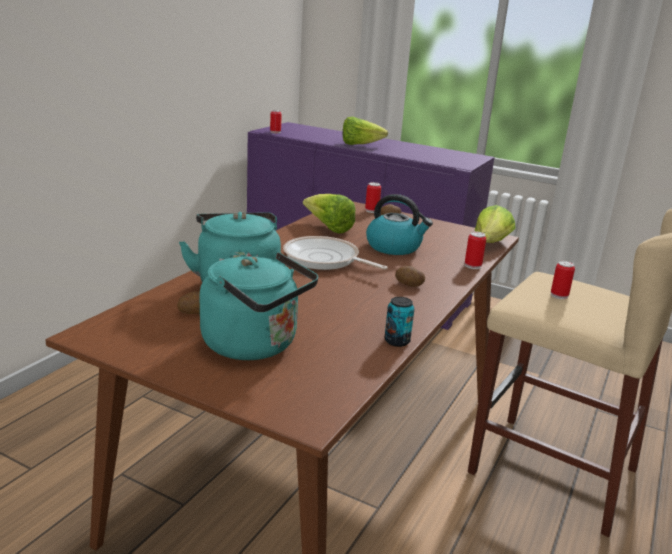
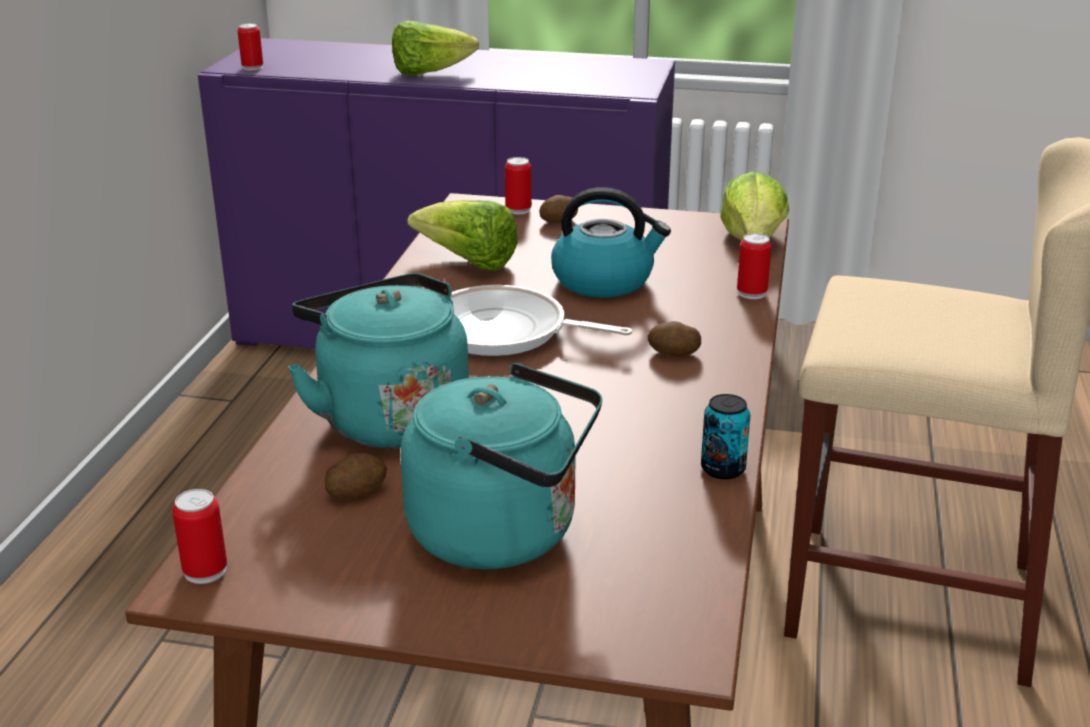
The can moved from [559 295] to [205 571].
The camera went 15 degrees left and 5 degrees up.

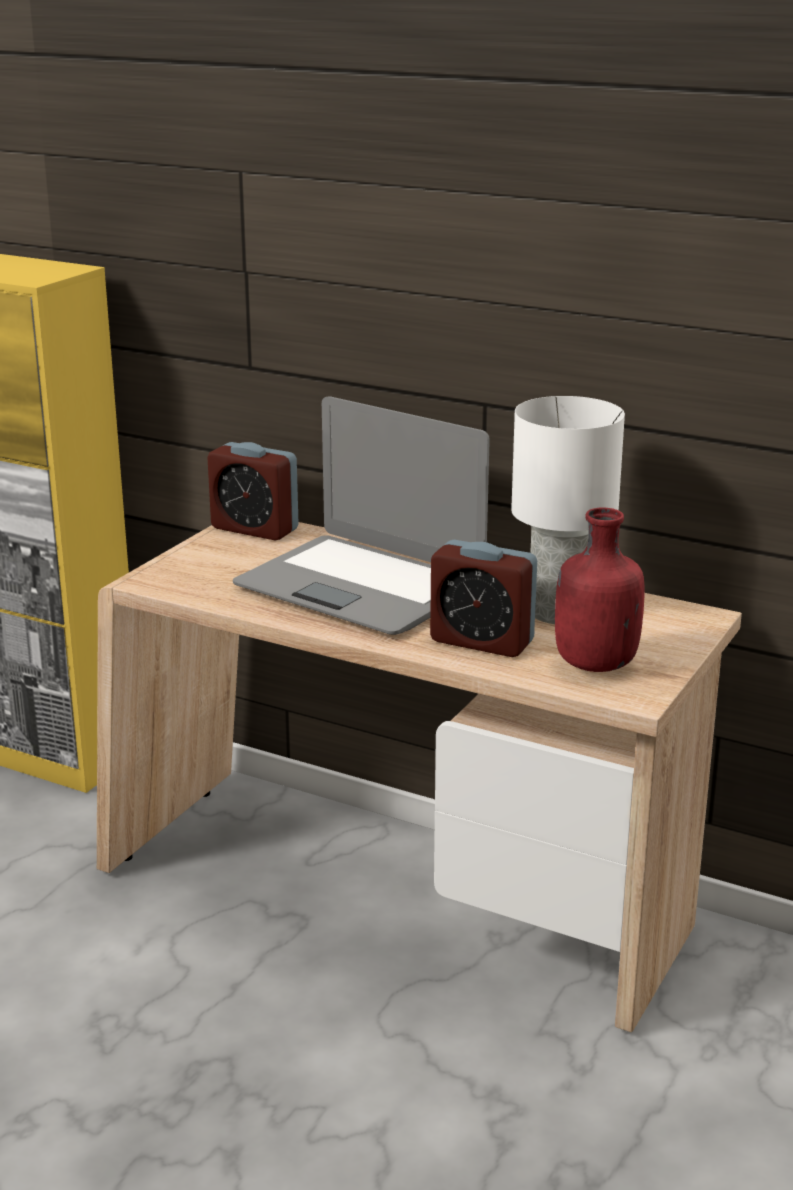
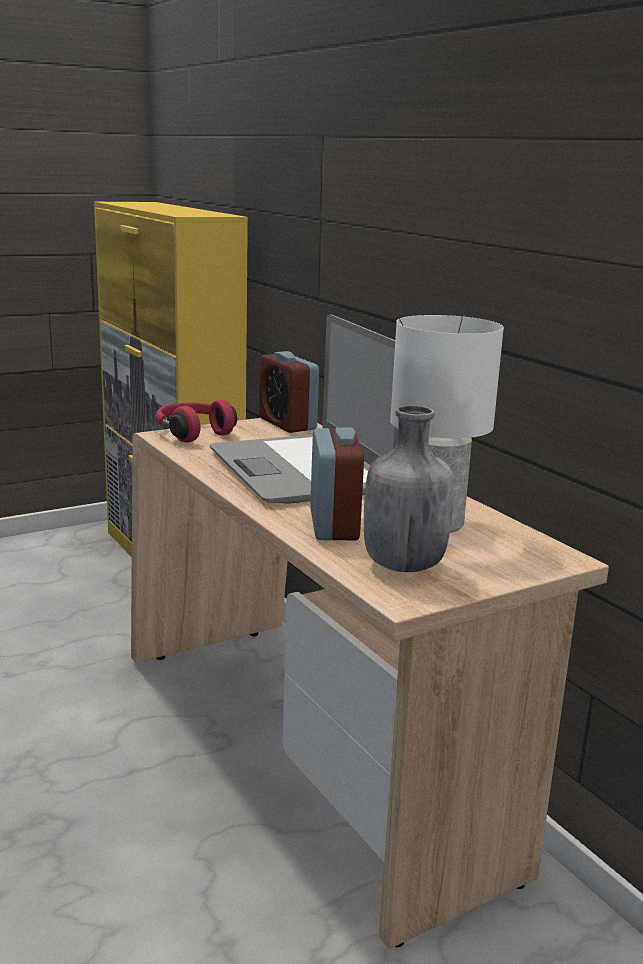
The red headphones at [192 433] appeared.
The alarm clock at [482 641] turned 150 degrees counterclockwise.
The red bottle at [593 664] became the grey bottle at [402 565].
The camera went 30 degrees right and 5 degrees down.

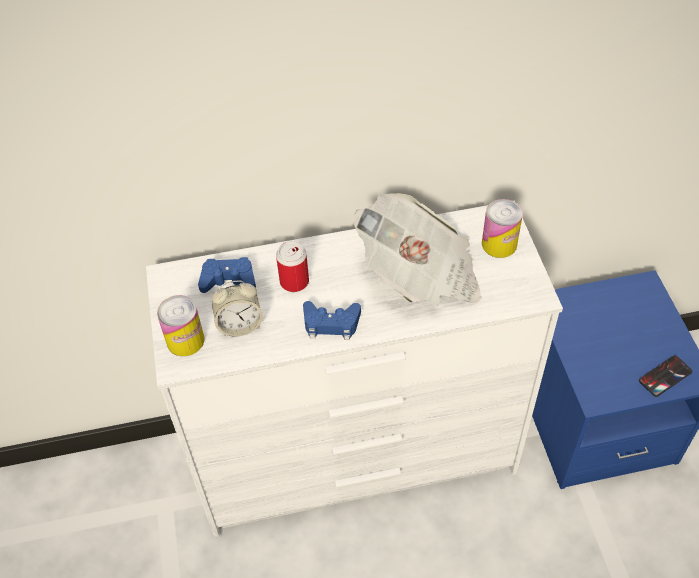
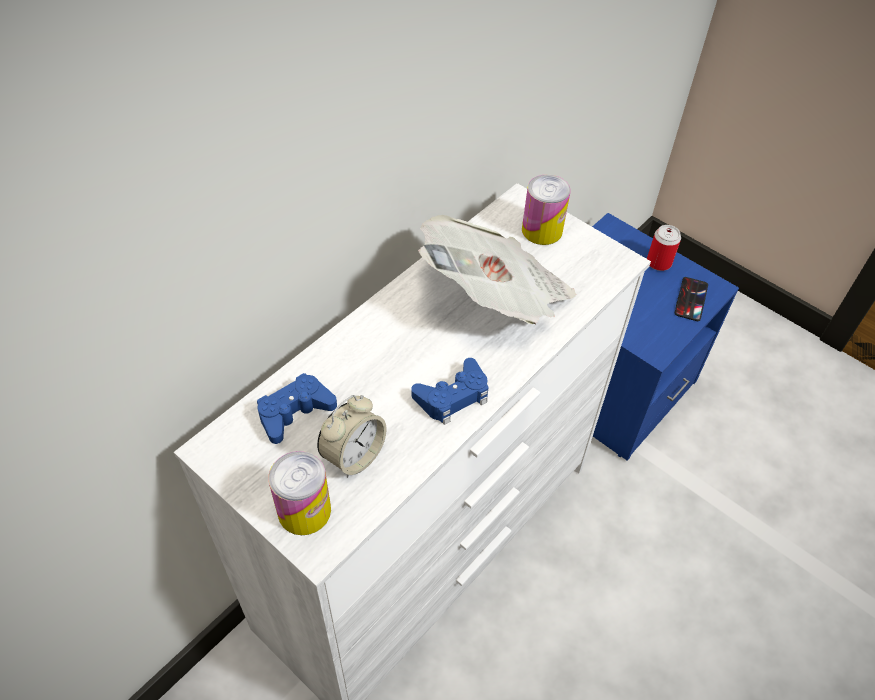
The can moved from [294 281] to [659 262].
The camera went 40 degrees left and 0 degrees up.

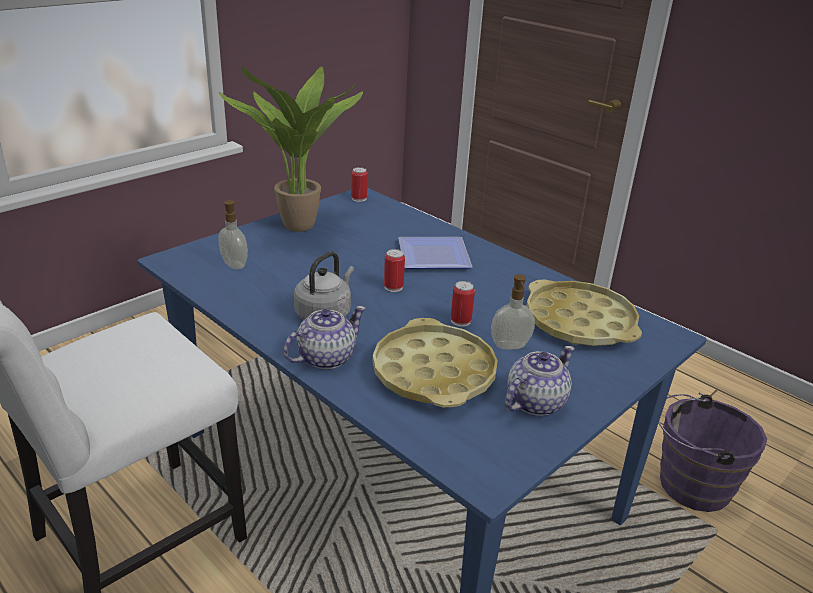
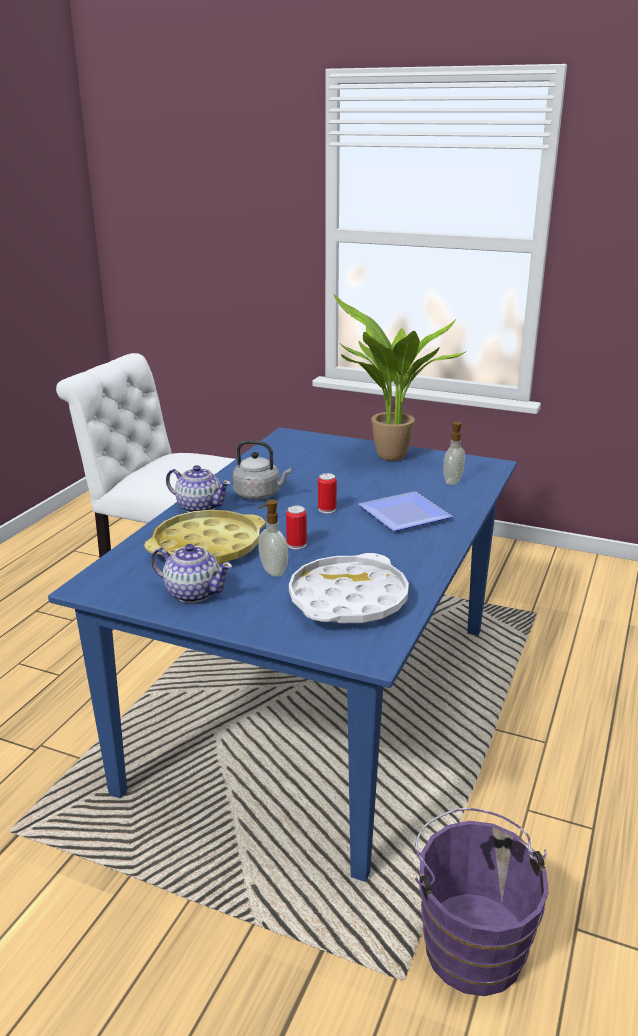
The yellow tray at [579 322] became the white tray at [348 599].
The soap dispenser moved from [235 265] to [453 481].
The can at [359 198] disappeared.
The camera went 70 degrees right and 5 degrees down.

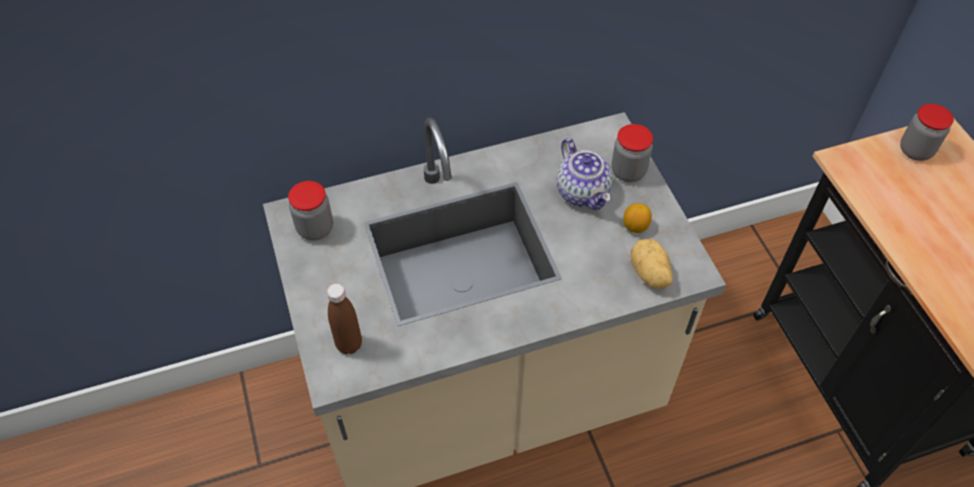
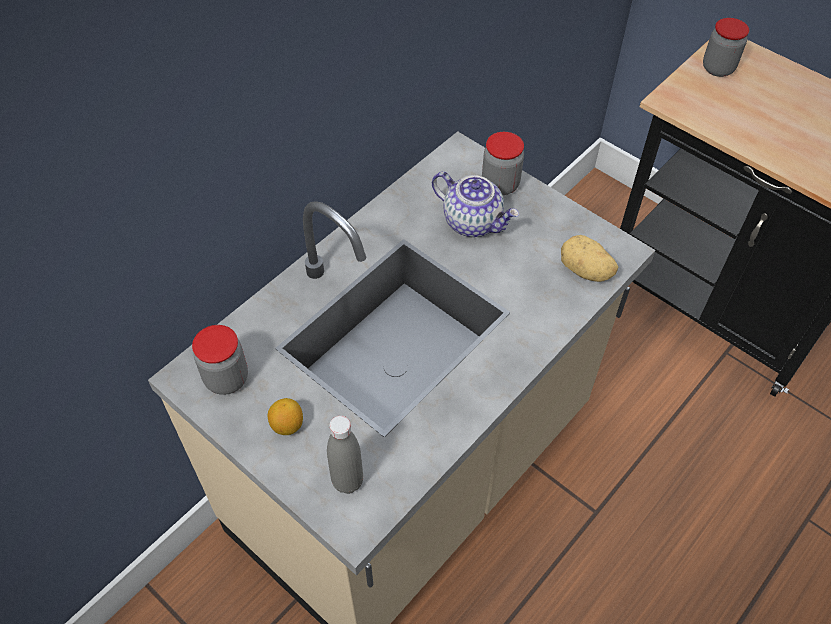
The lemon moved from [635 226] to [287 425].
The brown bottle at [349 344] became the grey bottle at [347 481].
The camera went 30 degrees left and 0 degrees up.

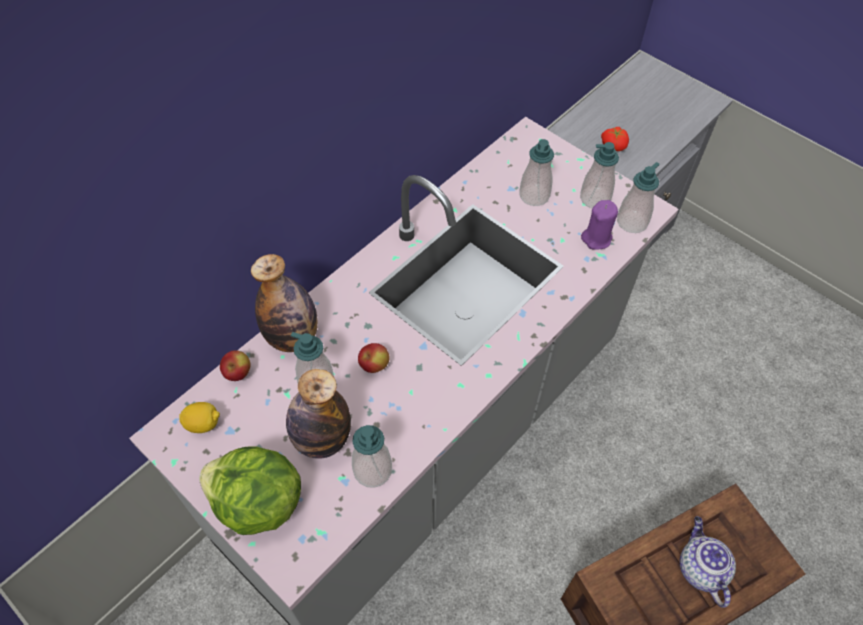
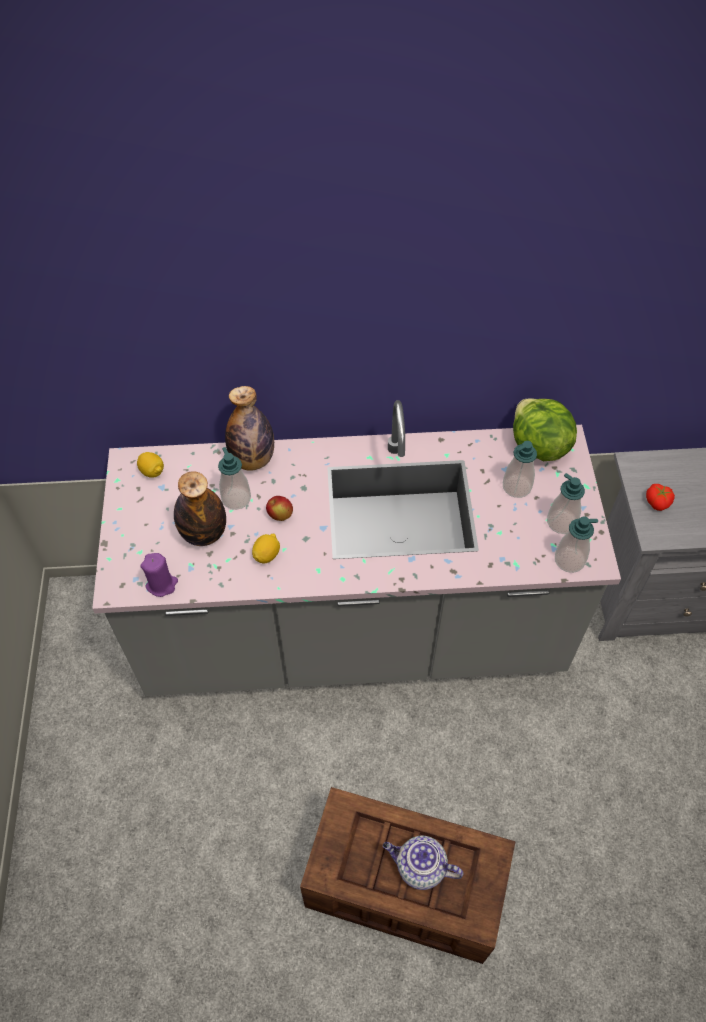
The purple candle moved from [596 238] to [162 584].
The lemon at [267 554] appeared.
The teapot at [700 568] turned 105 degrees counterclockwise.
The lettuce moved from [258 504] to [537 446].
The apple at [238 373] disappeared.
The soap dispenser at [372 470] disappeared.
The camera went 45 degrees right and 0 degrees up.

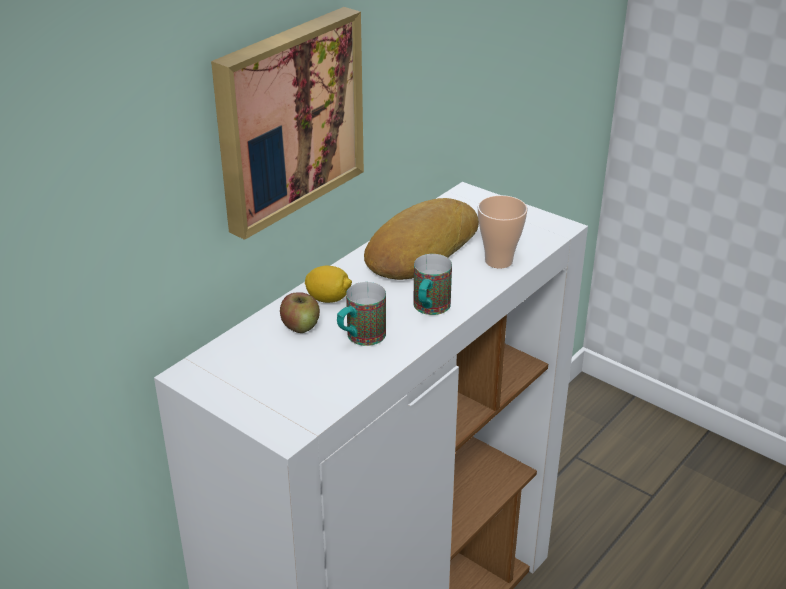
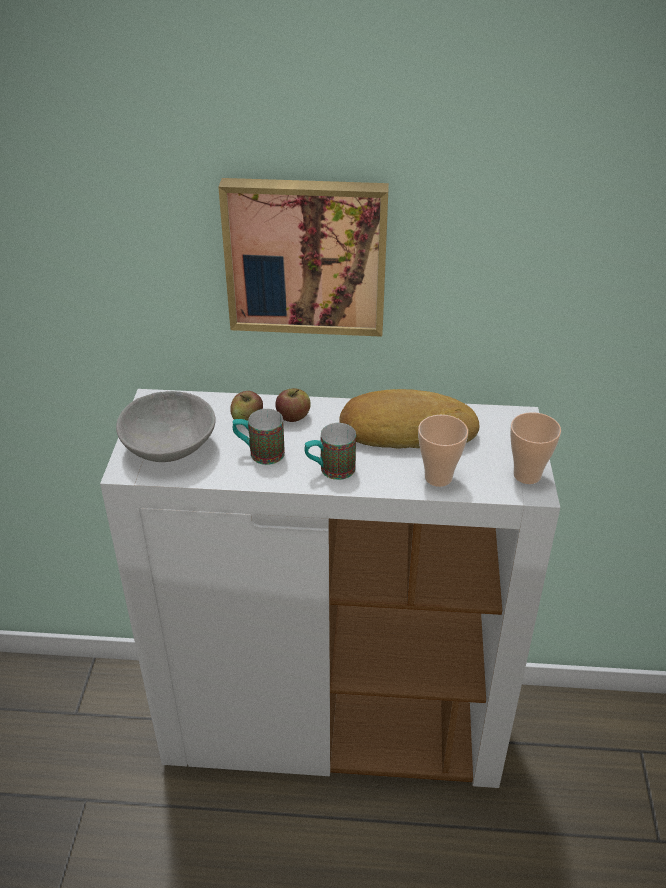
The grey bowl at [170 447] appeared.
The lemon at [328 298] was replaced by the apple at [293 416].
The cup at [527 475] appeared.
The camera went 55 degrees right and 5 degrees up.

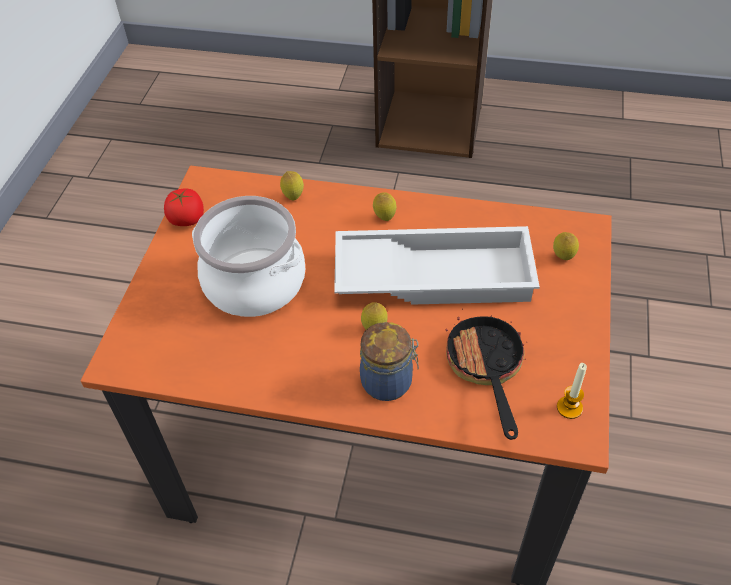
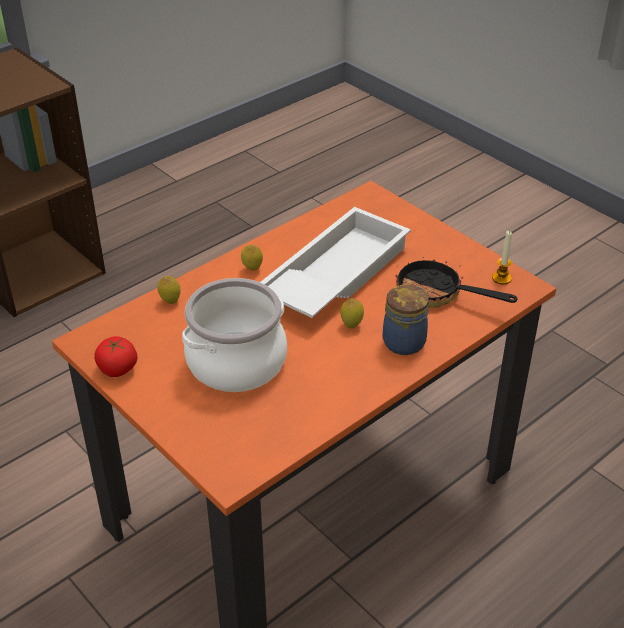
The lemon at [563 258] disappeared.
The camera went 55 degrees left and 10 degrees down.

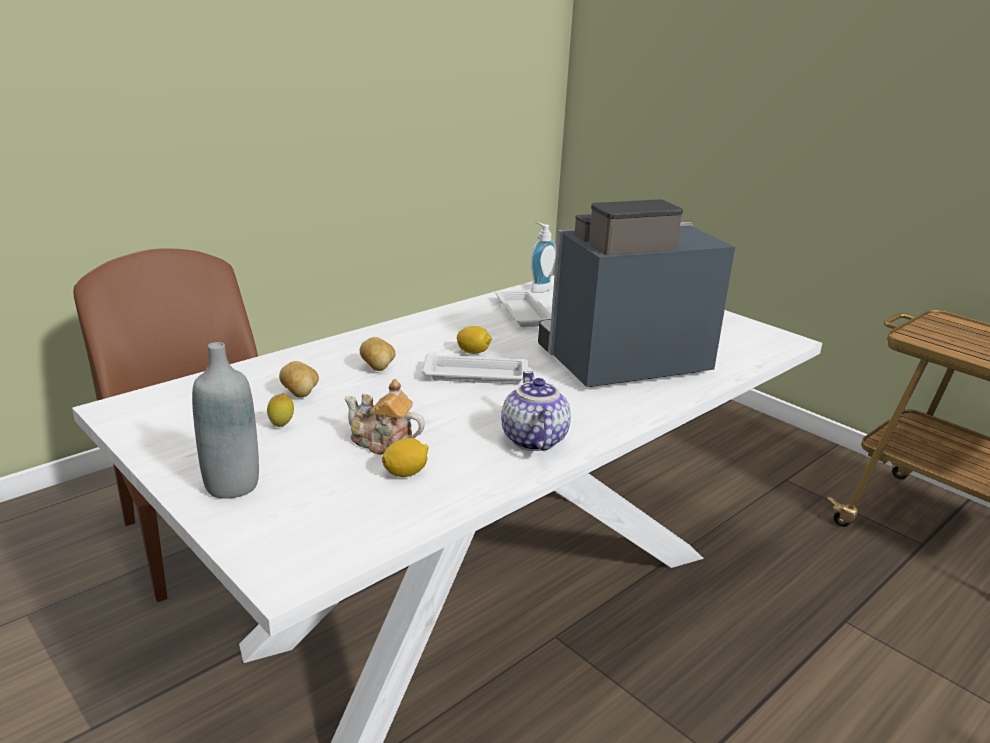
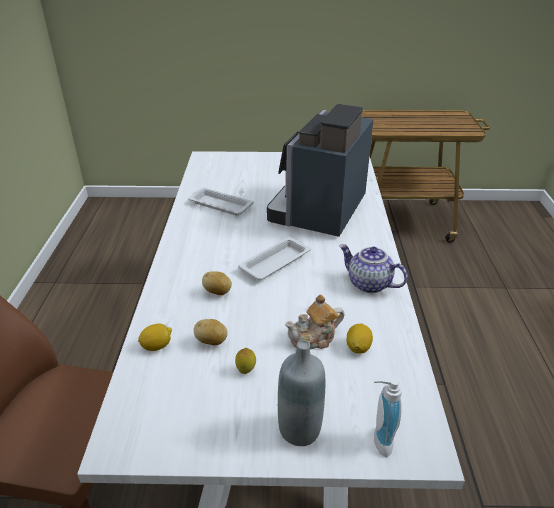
The lemon moved from [473 352] to [157 346].
The soap dispenser moved from [539 289] to [378 441].
The camera went 45 degrees left and 10 degrees up.

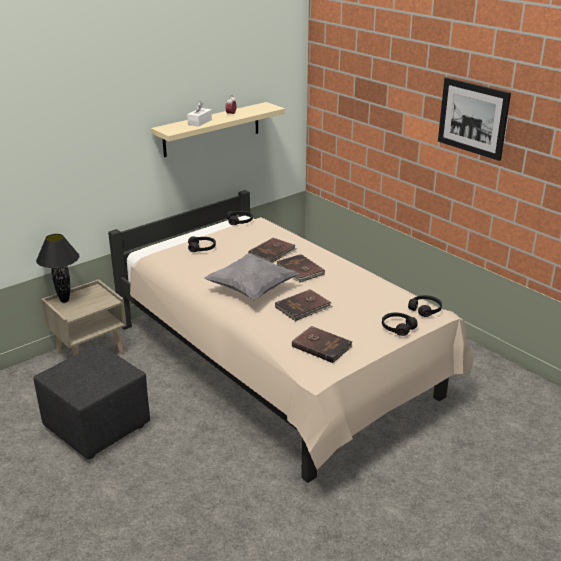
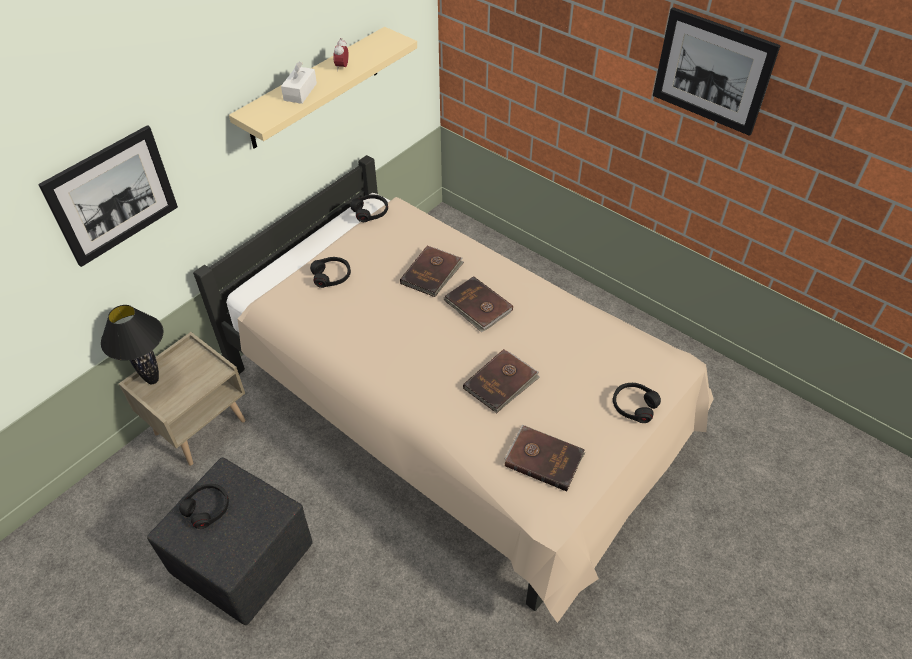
The picture at [112 196] appeared.
The black headphones moved from [425 309] to [207 508].
The grey pillow at [251 289] disappeared.
The camera went 10 degrees left and 20 degrees up.

